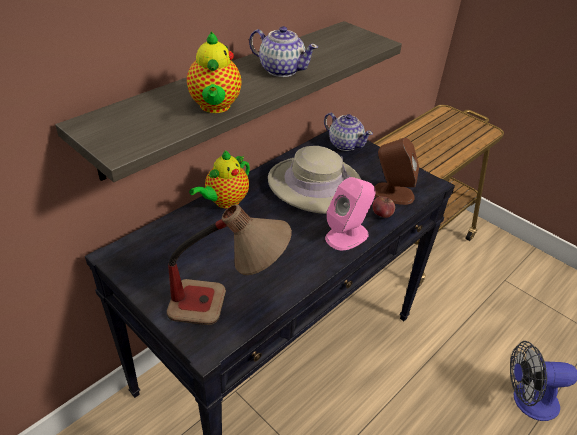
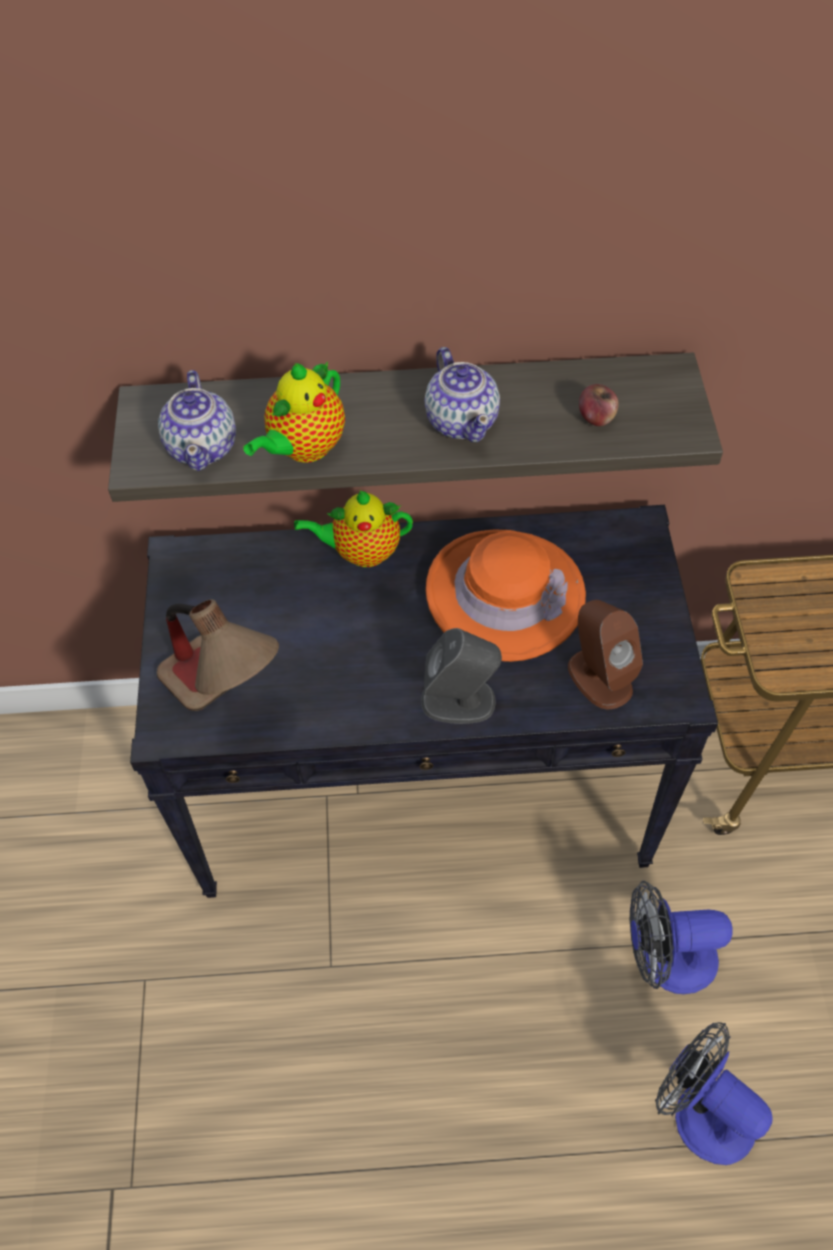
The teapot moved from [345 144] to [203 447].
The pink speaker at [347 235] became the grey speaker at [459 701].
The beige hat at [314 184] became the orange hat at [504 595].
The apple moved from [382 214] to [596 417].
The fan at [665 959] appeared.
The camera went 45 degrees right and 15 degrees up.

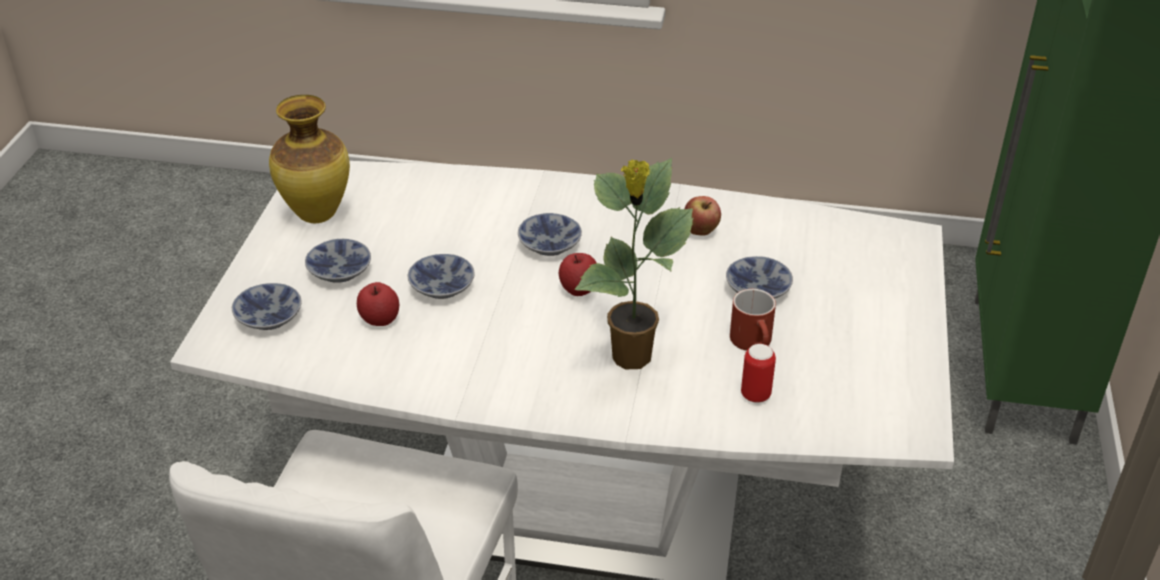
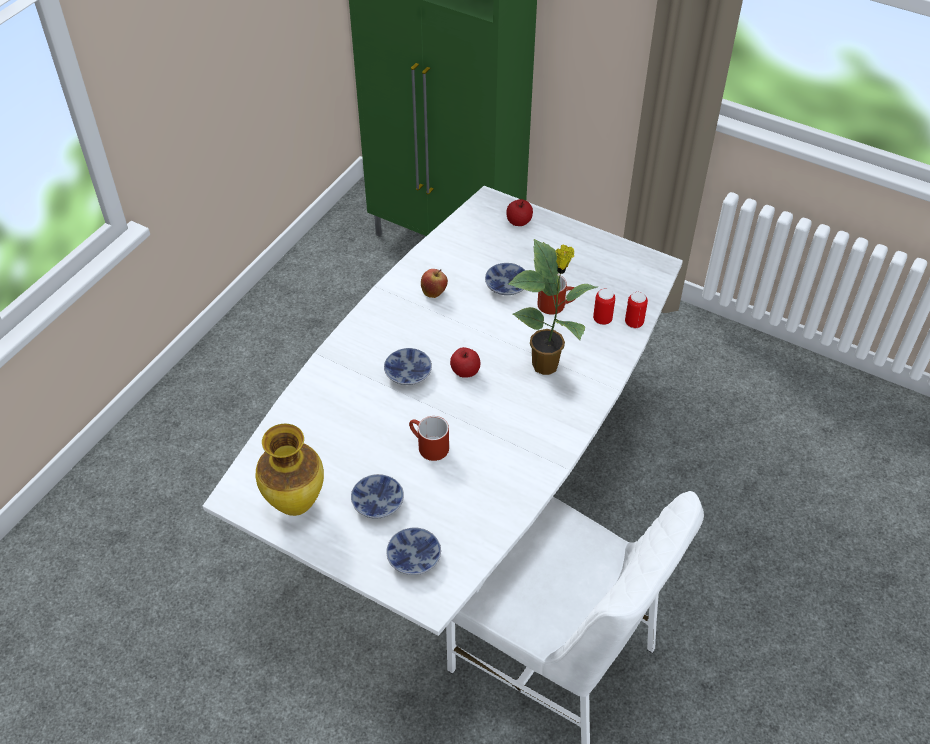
The bowl at [440 288] was replaced by the red mug at [428 446].
The apple moved from [380 319] to [519 222].
The can at [634 323] appeared.
The camera went 70 degrees left and 10 degrees up.

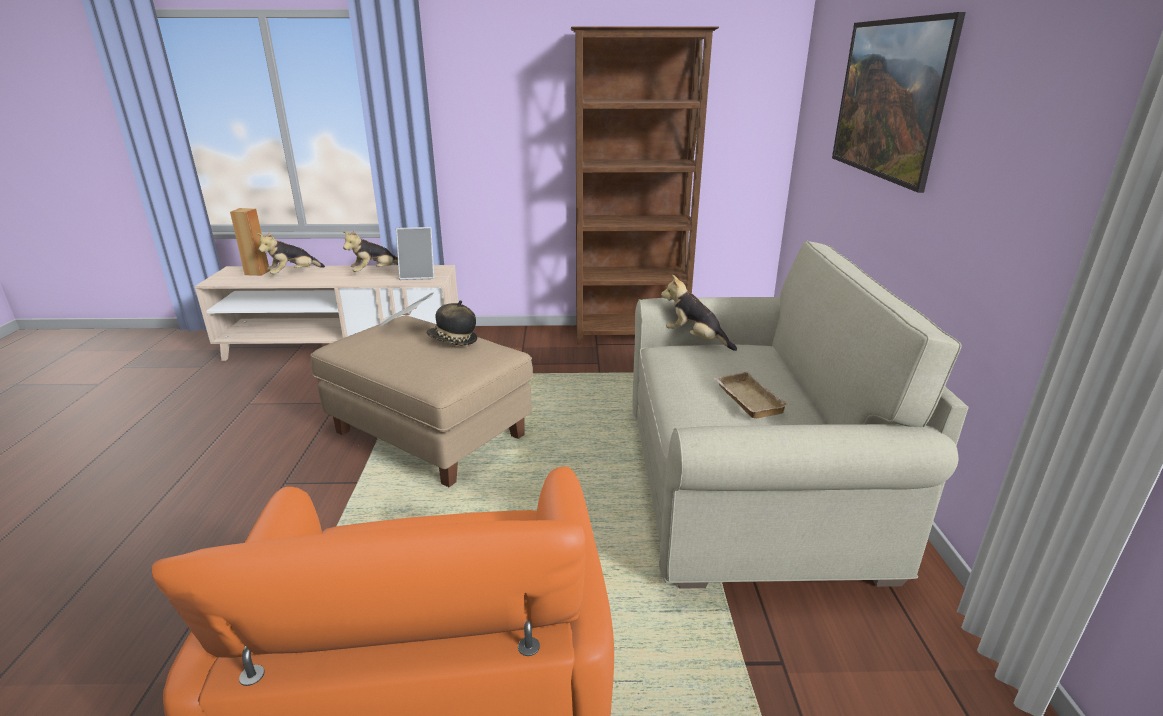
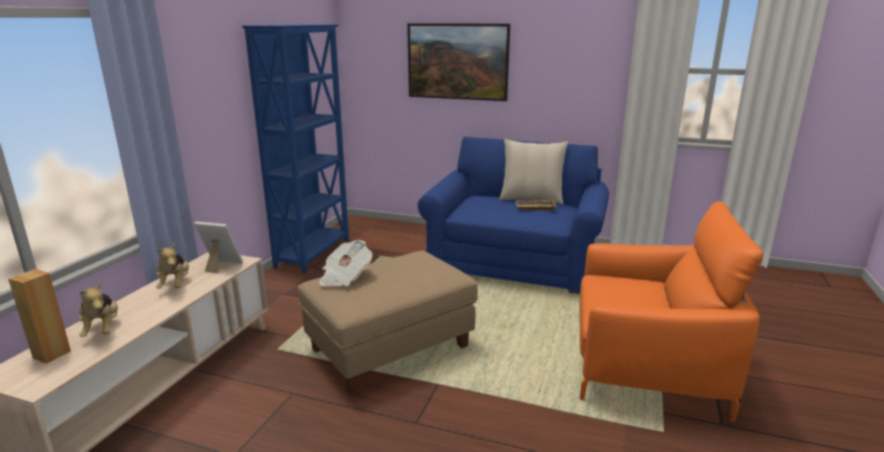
The picture frame at [418 276] turned 90 degrees counterclockwise.
The brown bookcase at [631 335] became the blue bookcase at [314 253].
The beige sofa at [746 487] became the blue sofa at [514 263].
The beige pillow at [531 199] appeared.
The hat at [453 341] disappeared.
The plush toy at [695 339] disappeared.
The camera went 70 degrees left and 5 degrees down.

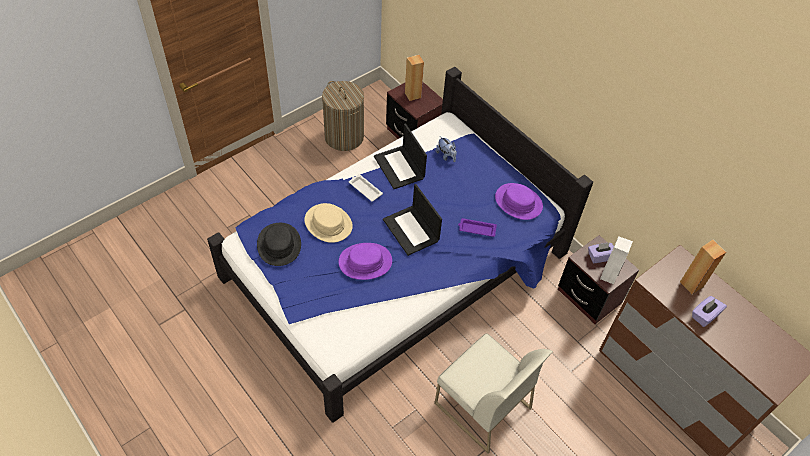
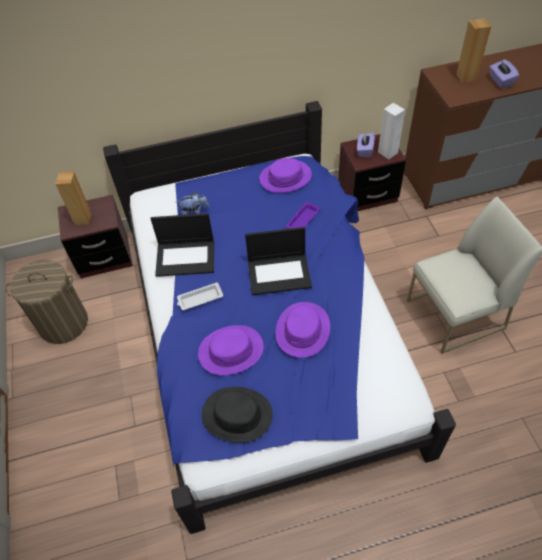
The beige hat at [328 223] became the purple hat at [231 350].
The camera went 60 degrees left and 0 degrees up.

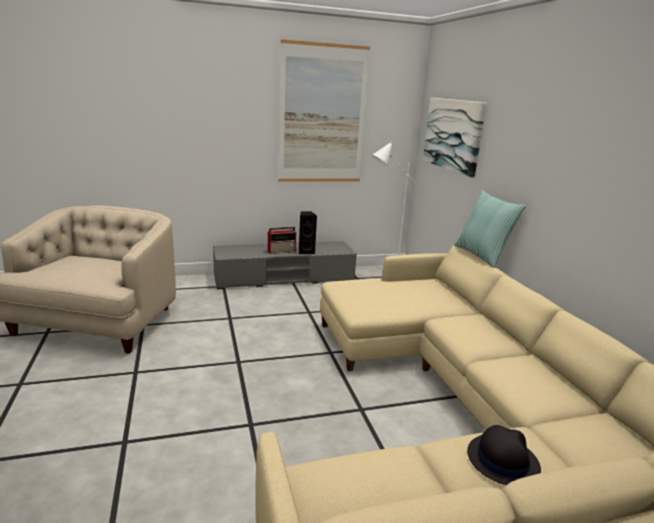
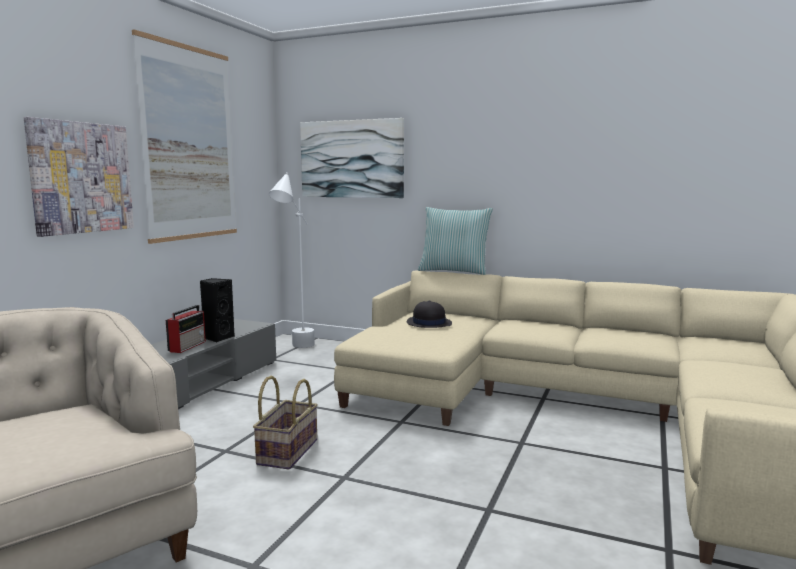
The picture at [81 177] appeared.
The basket at [287 451] appeared.
The black hat moved from [502 460] to [428 323].
The camera went 50 degrees left and 10 degrees down.

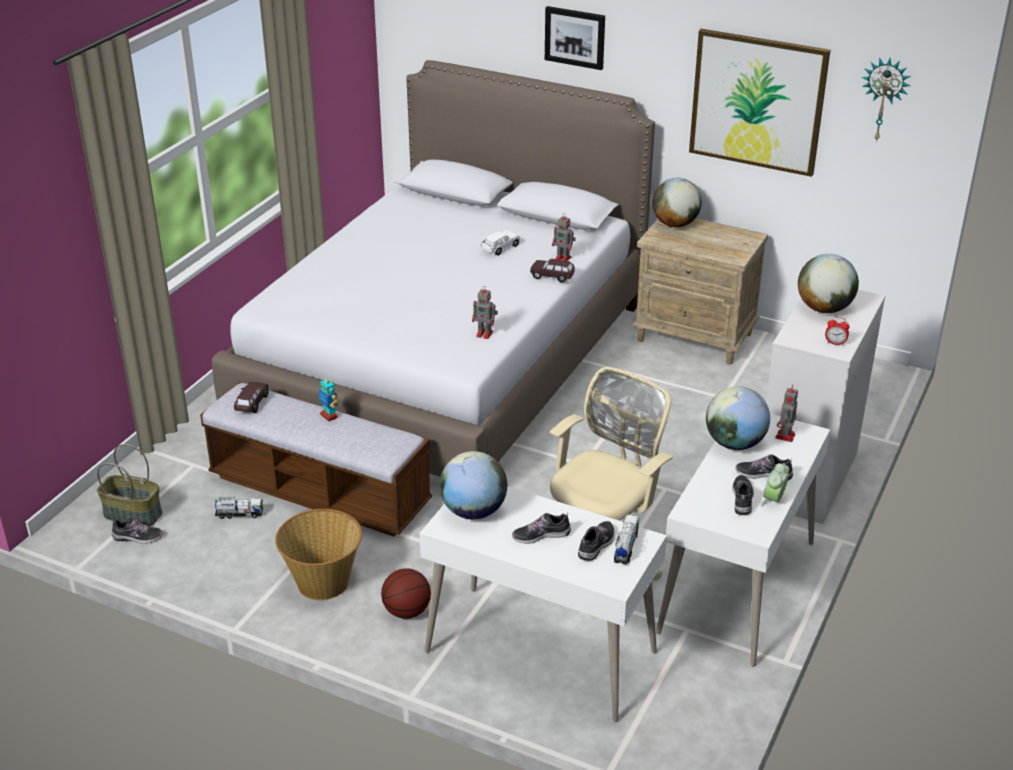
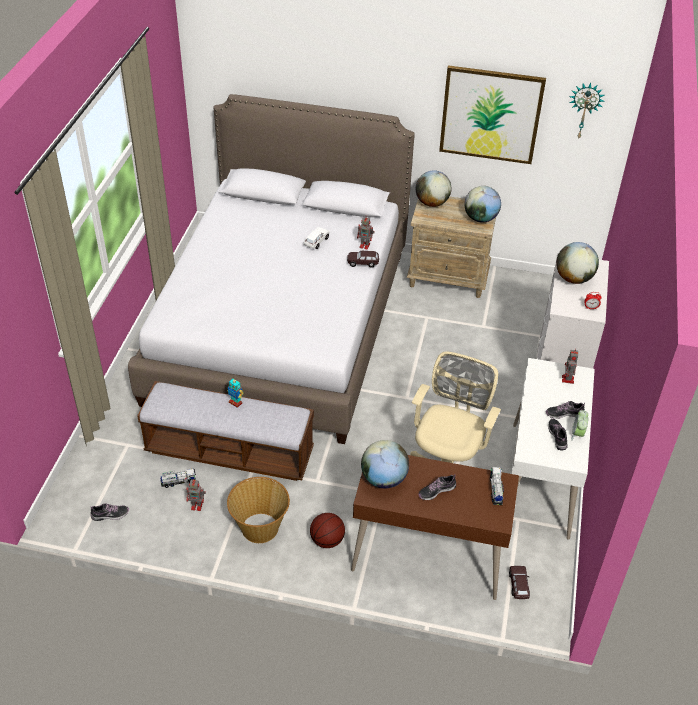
The toy robot moved from [485 334] to [197 505].
The white desk at [540 653] became the brown desk at [428 556].
The globe moved from [734 443] to [480 219].
The brown toy car moved from [252 403] to [518 585].
The basket at [134 514] disappeared.
The picture at [575 37] disappeared.
The shoe at [596 545] disappeared.
The camera went 15 degrees left and 10 degrees up.

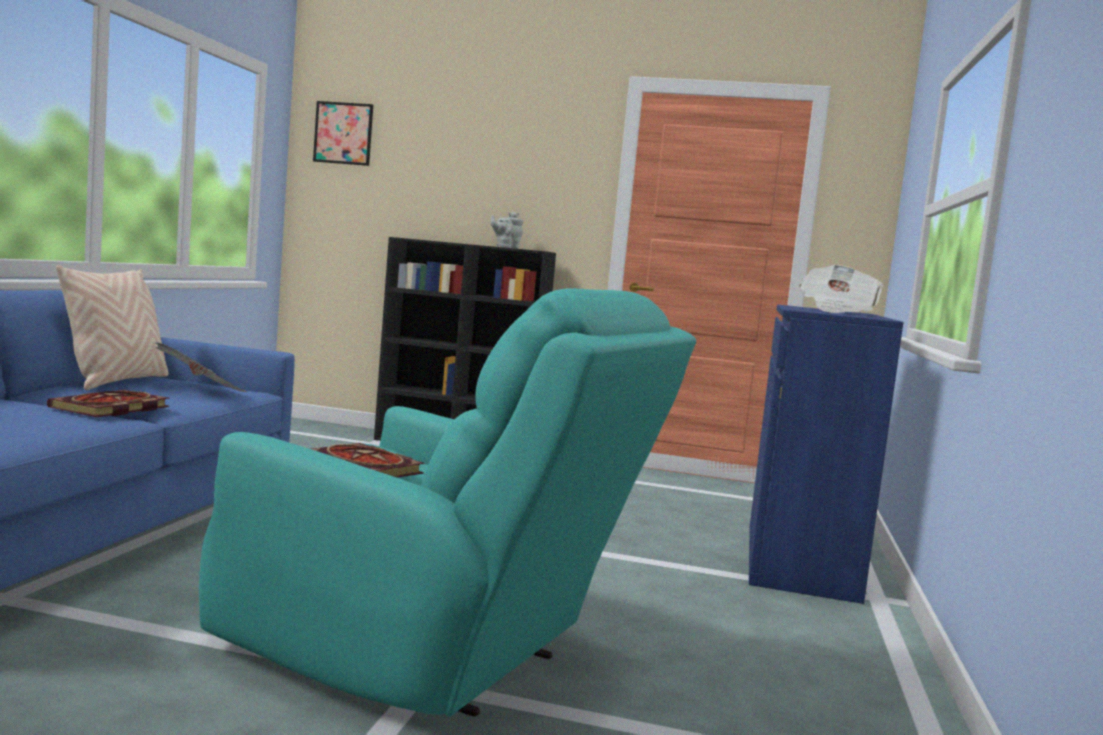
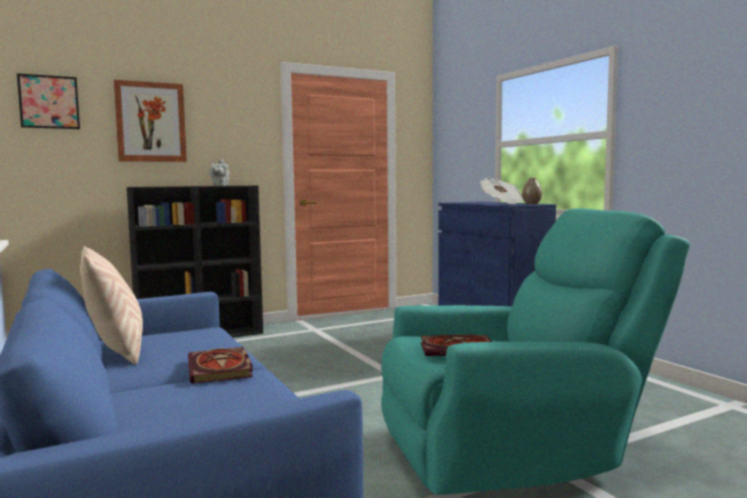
The picture at [150 122] appeared.
The vase at [531 204] appeared.
The newspaper at [200 392] disappeared.
The camera went 40 degrees left and 0 degrees up.

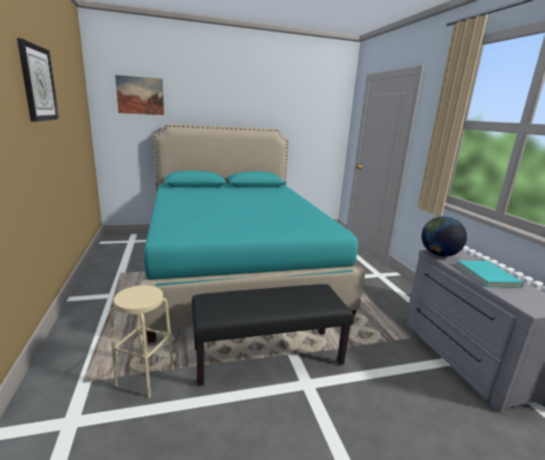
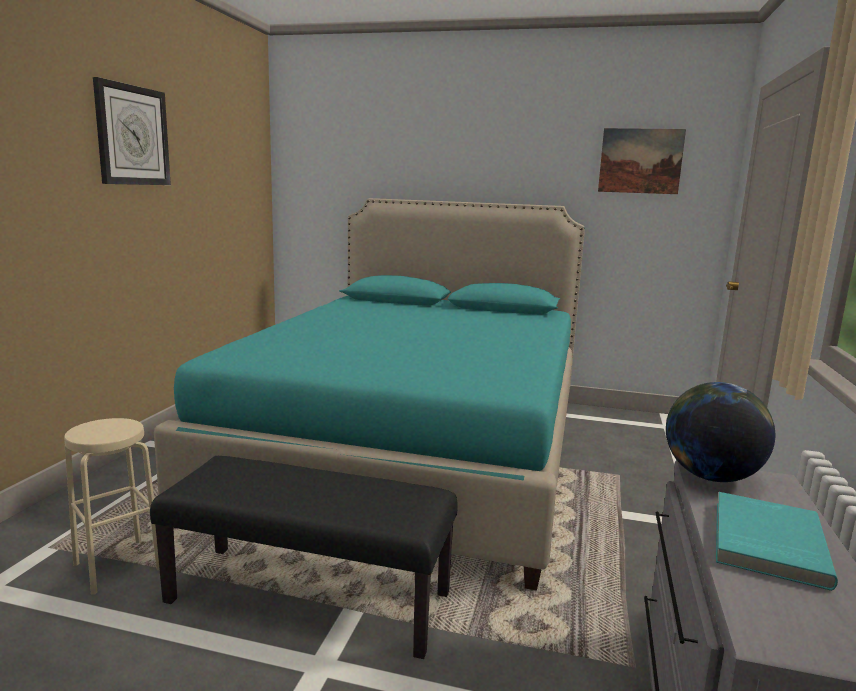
The picture moved from [140 95] to [640 161].
The camera went 30 degrees right and 5 degrees down.

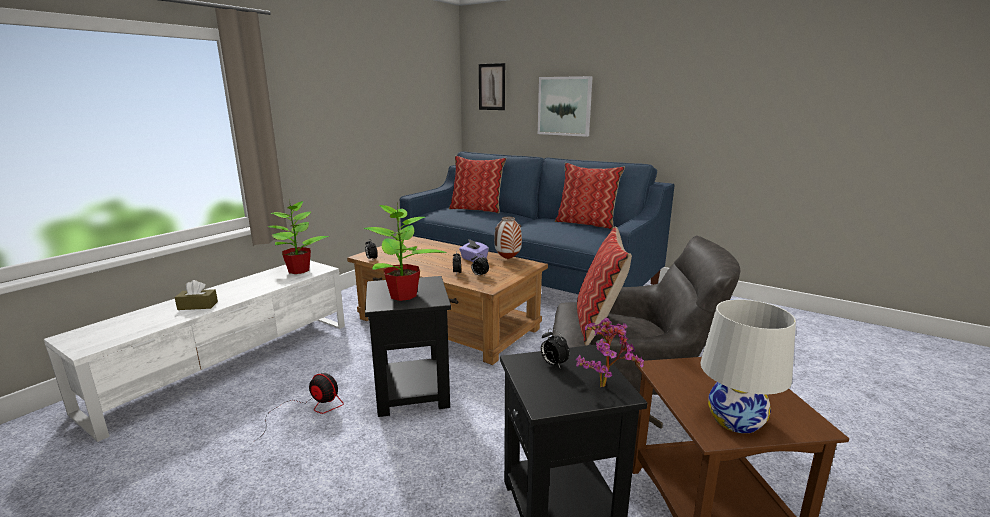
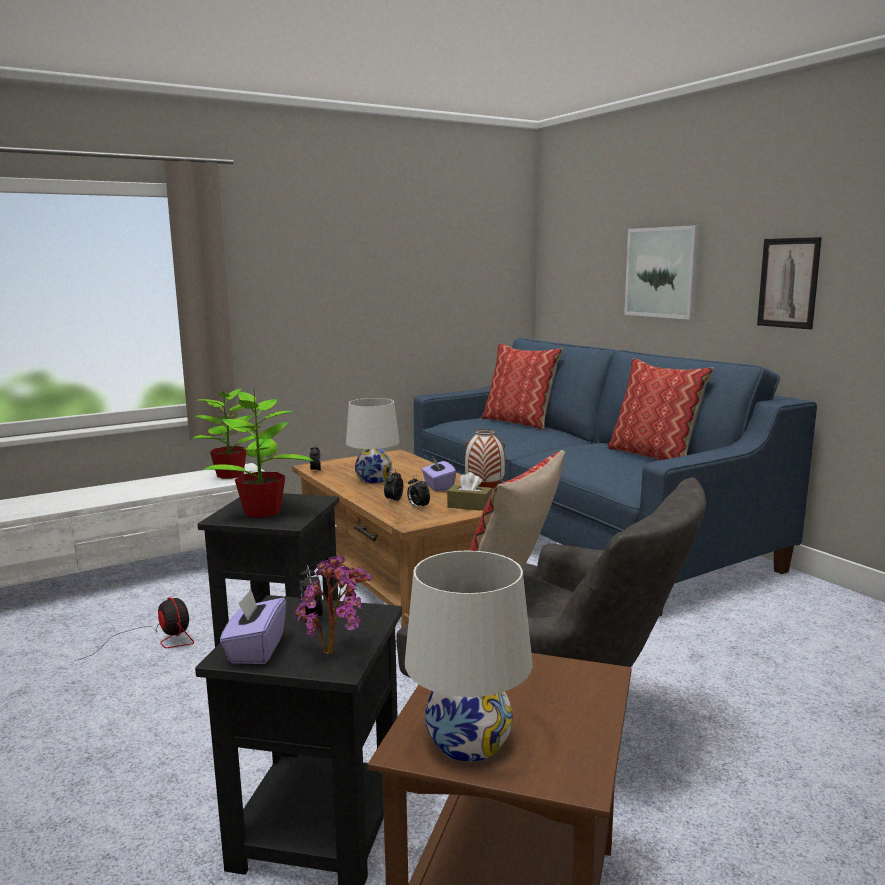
The purple tissue box at [256 649] appeared.
The white table lamp at [374 479] appeared.
The brown tissue box moved from [198 306] to [469 506].
The picture moved from [492 87] to [788 283].
The camera went 25 degrees right and 5 degrees down.

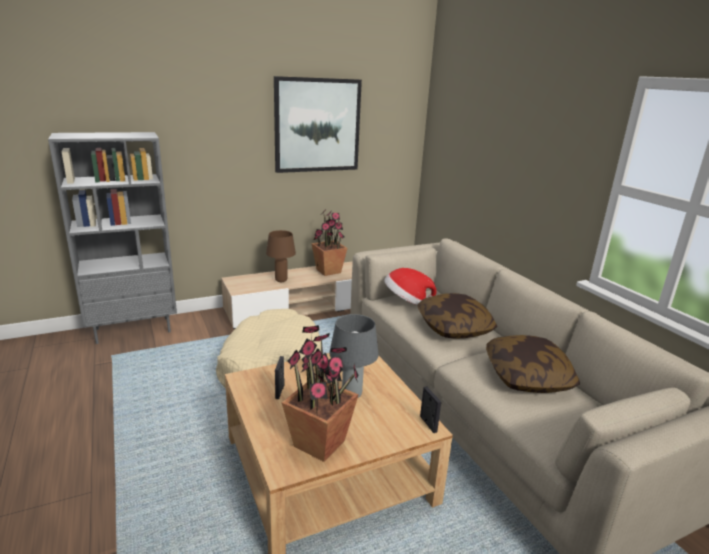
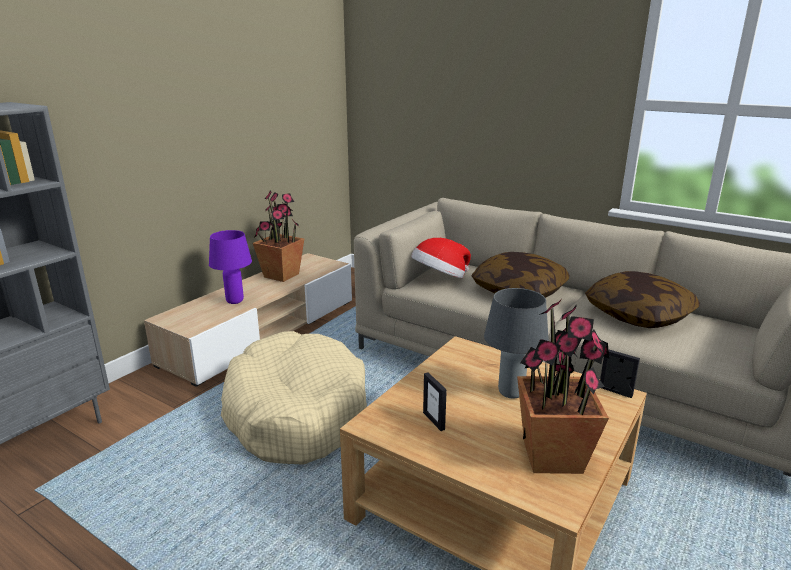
The brown table lamp at [281 280] became the purple table lamp at [235 301].
The picture at [317 125] disappeared.
The camera went 30 degrees left and 0 degrees up.

